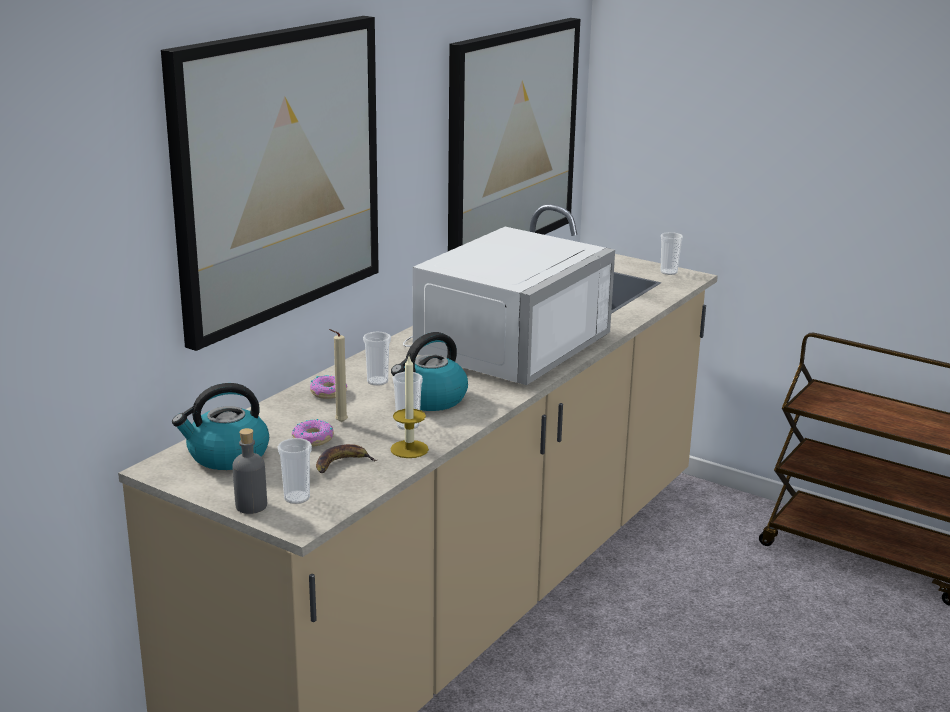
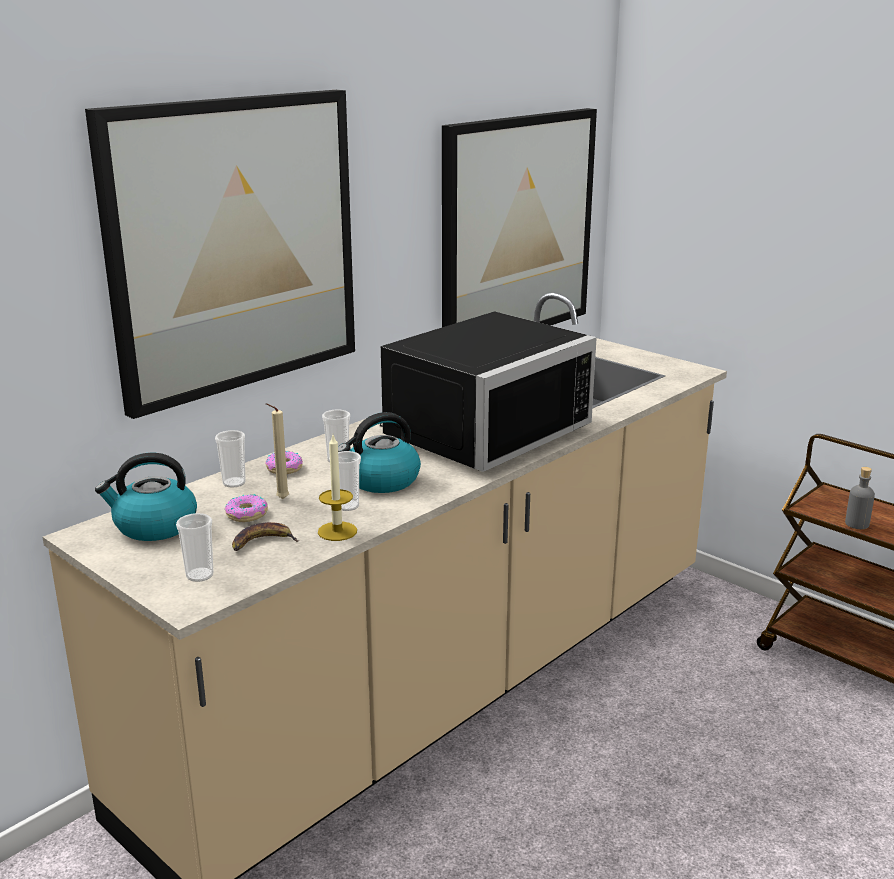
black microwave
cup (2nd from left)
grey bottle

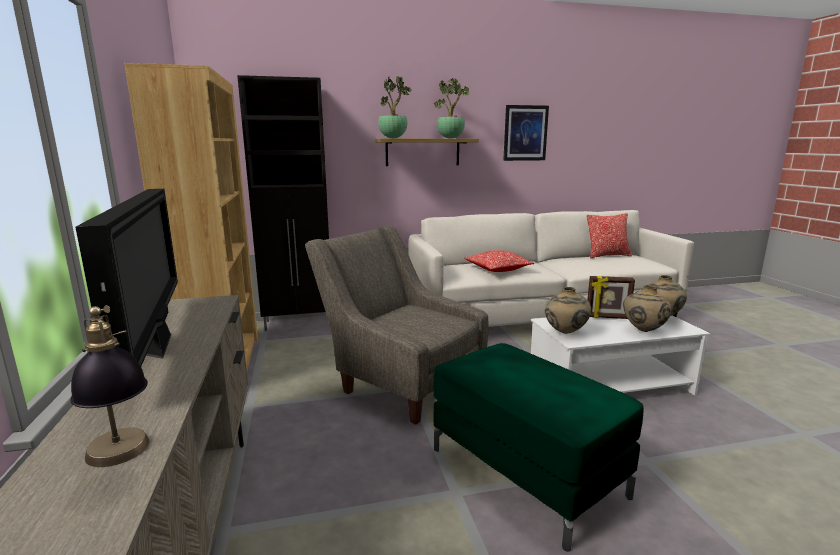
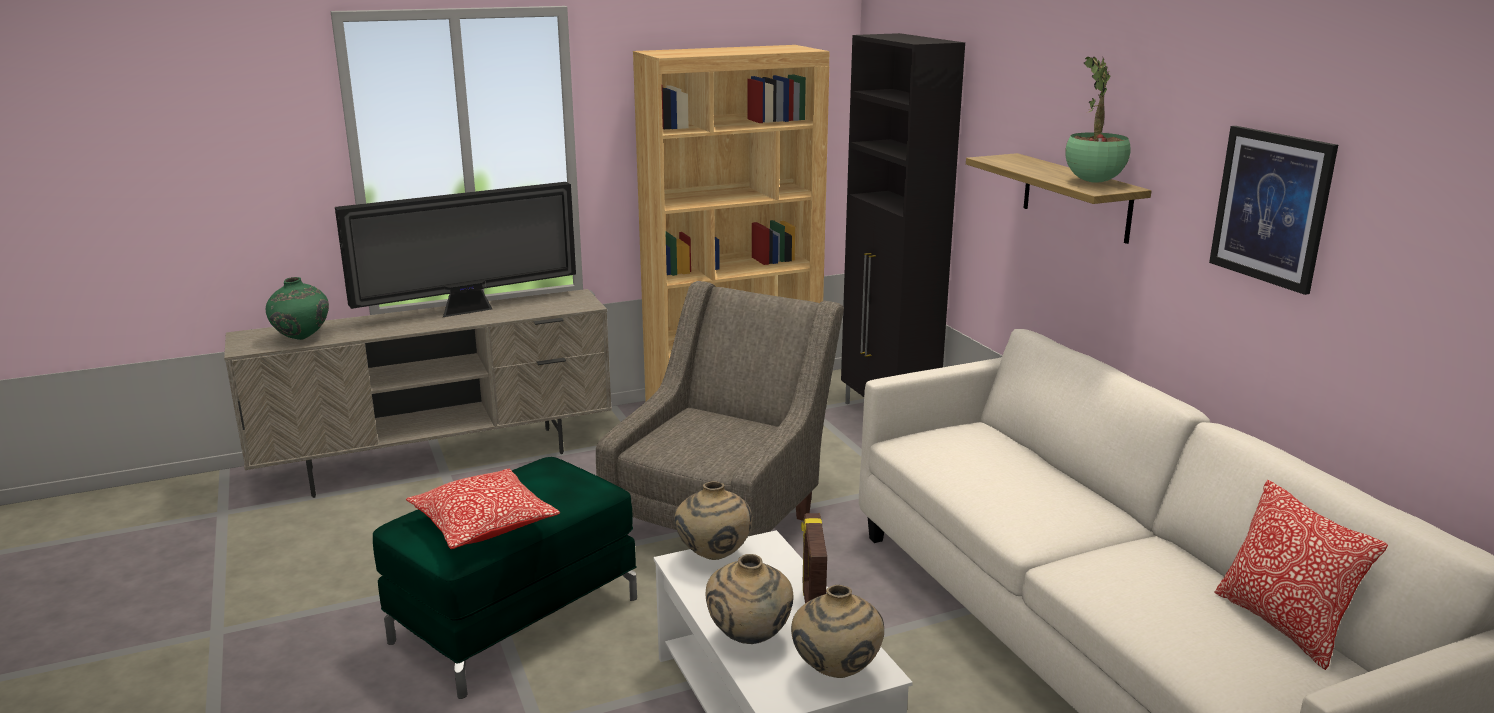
potted plant (1st from left in the first image)
pillow (1st from left)
green vase

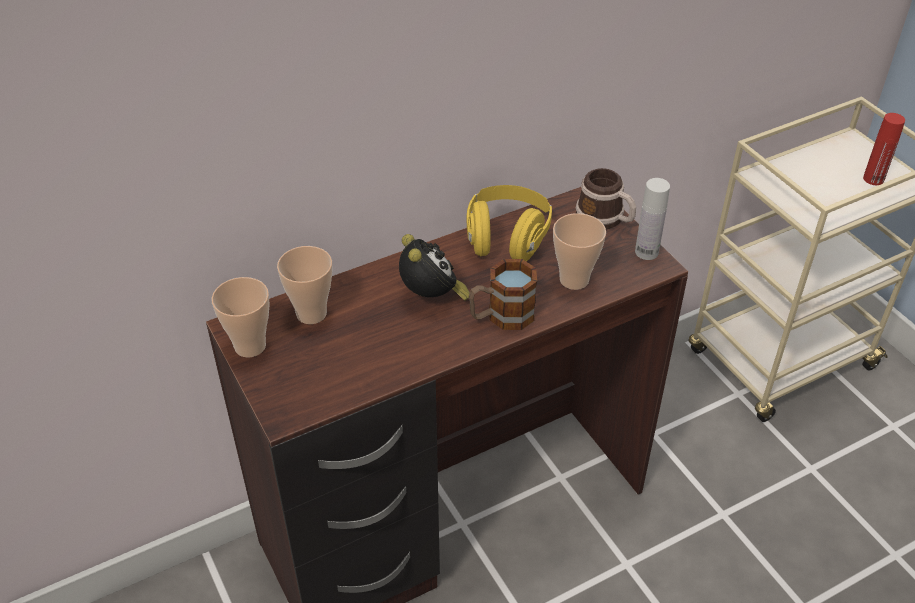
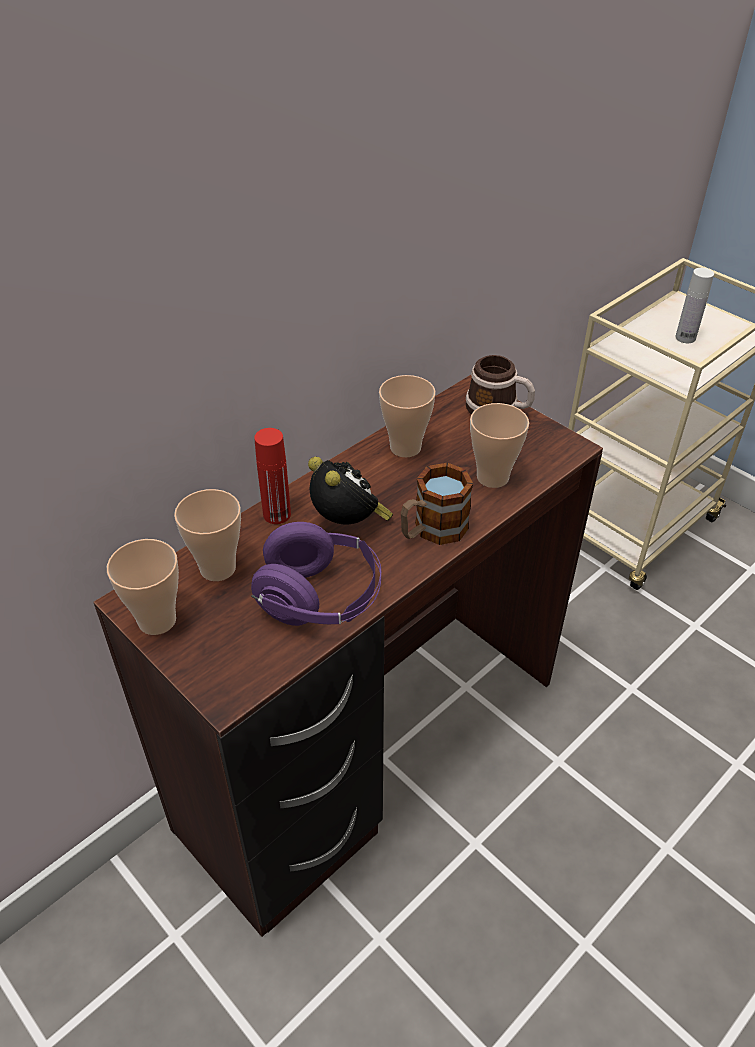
red bottle
white bottle
cup (3rd from left)
purple headphones

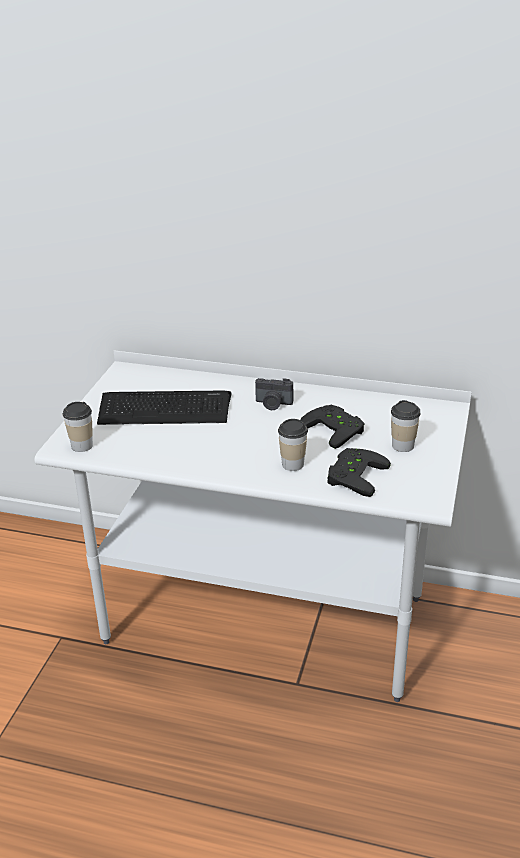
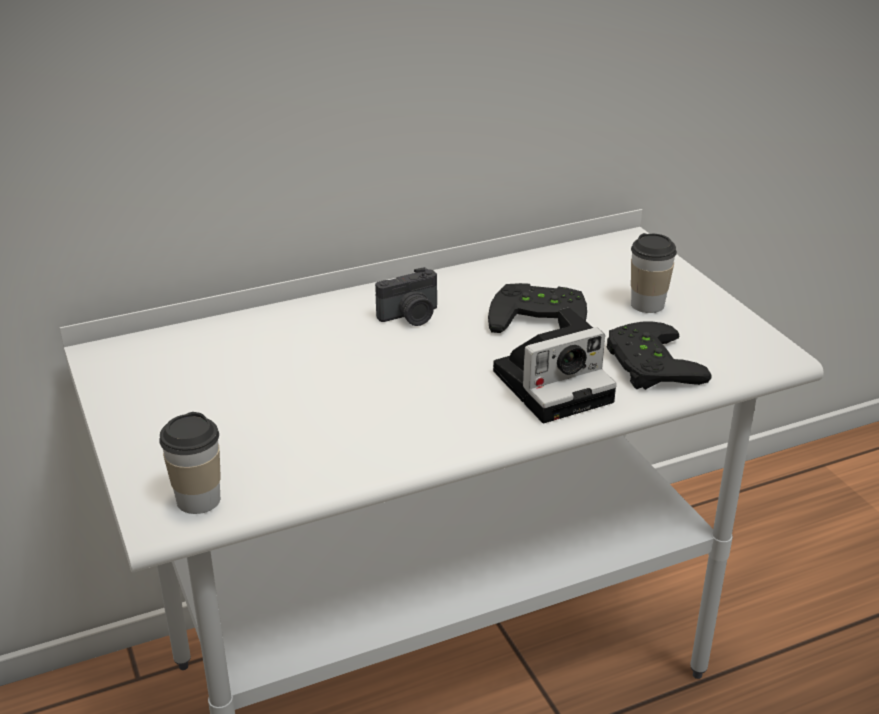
keyboard
photo camera (2nd from left)

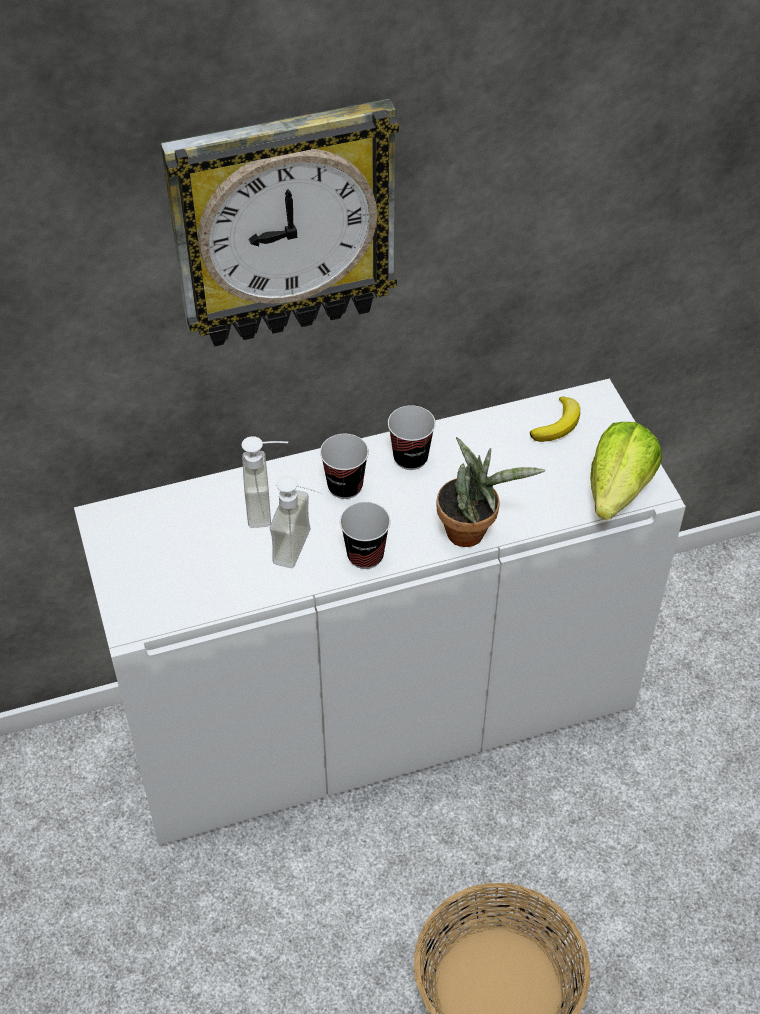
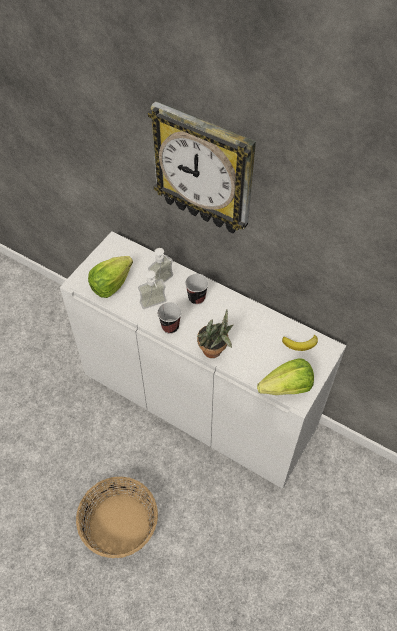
cup (3rd from left in the first image)
lettuce (1st from left)

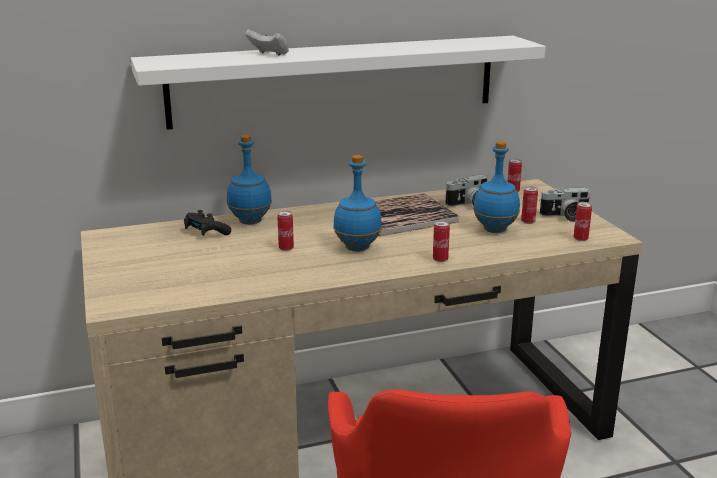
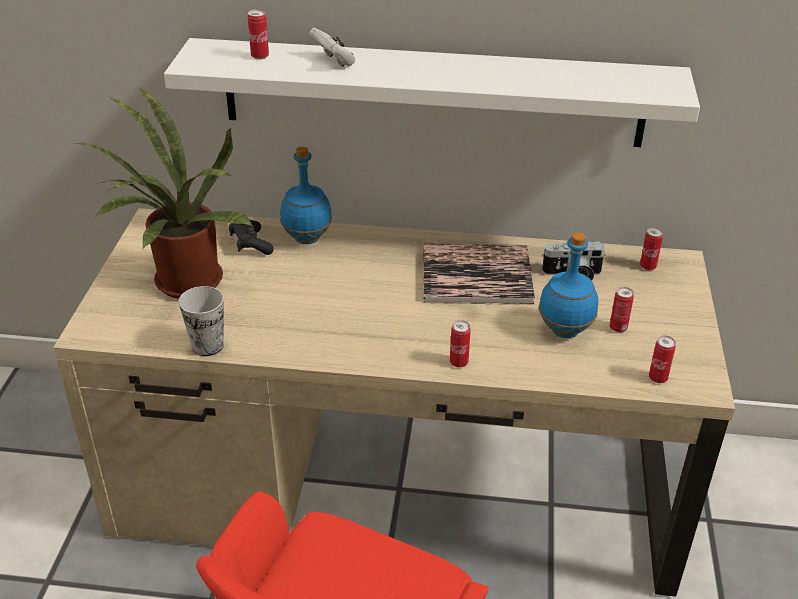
blue bottle (2nd from left in the first image)
photo camera (2nd from left in the first image)
can (1st from left)
potted plant
cup

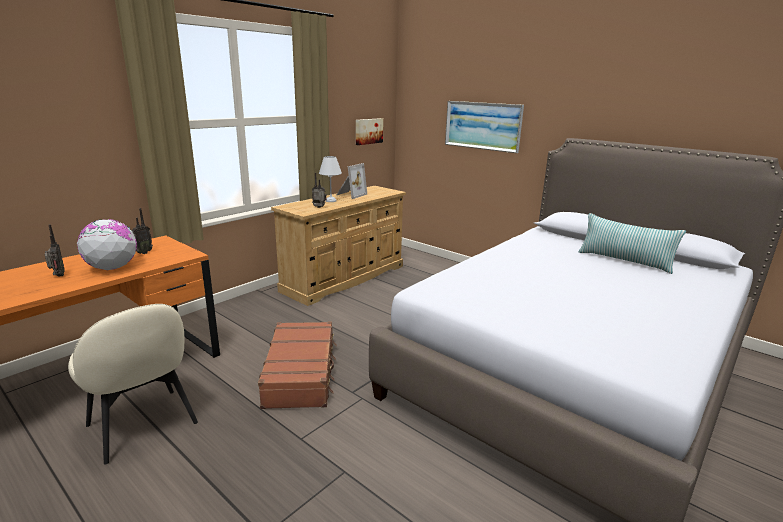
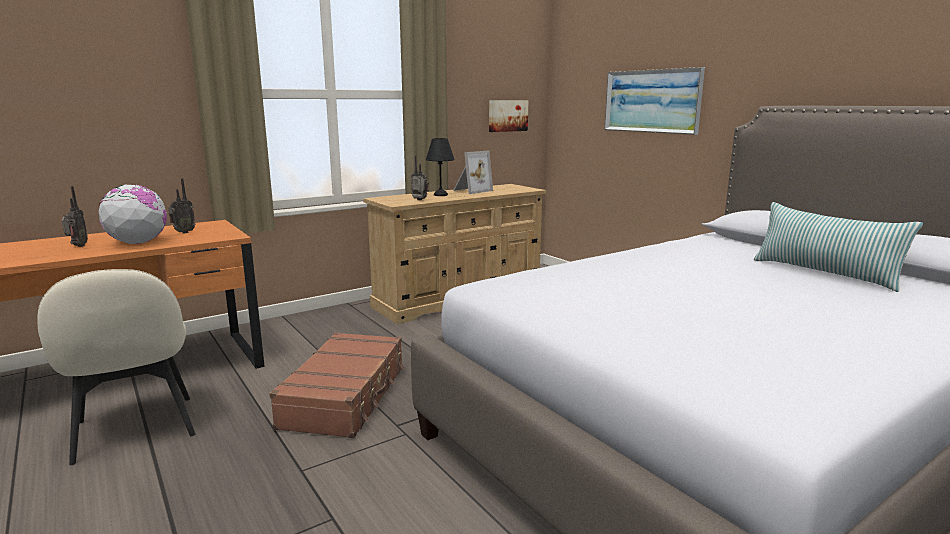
black table lamp

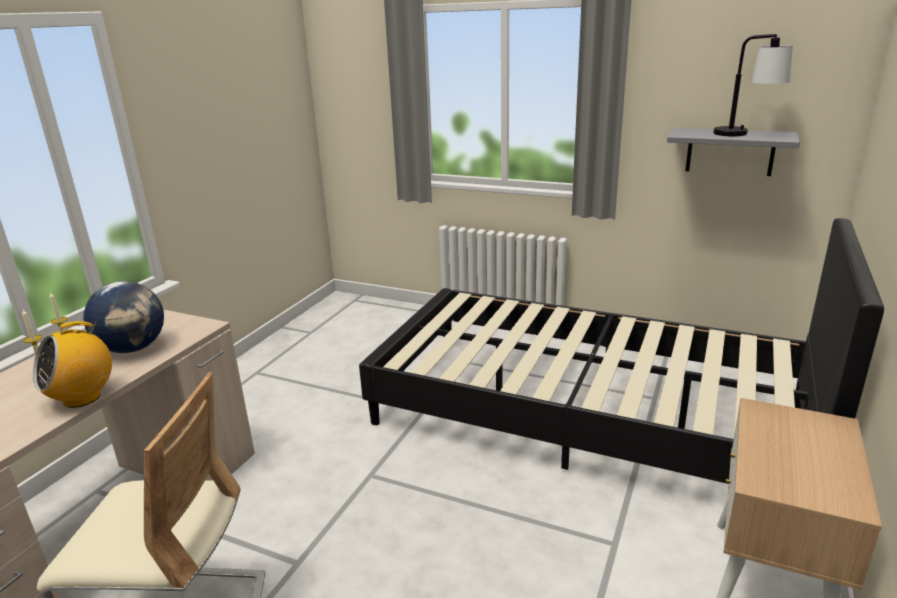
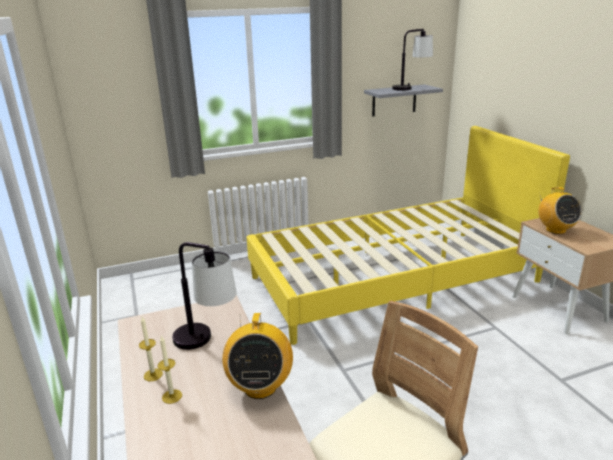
yellow bed
table lamp (1st from left)
radio (2nd from left)

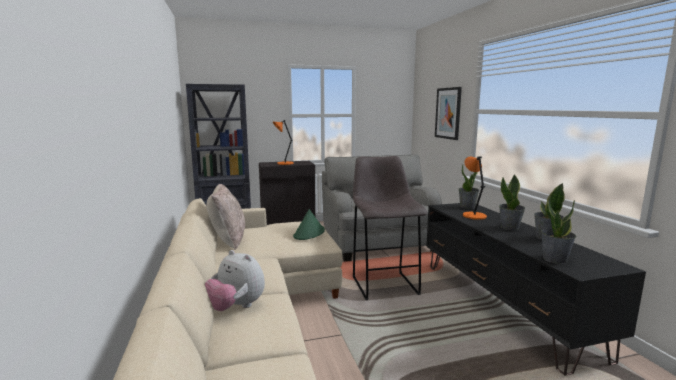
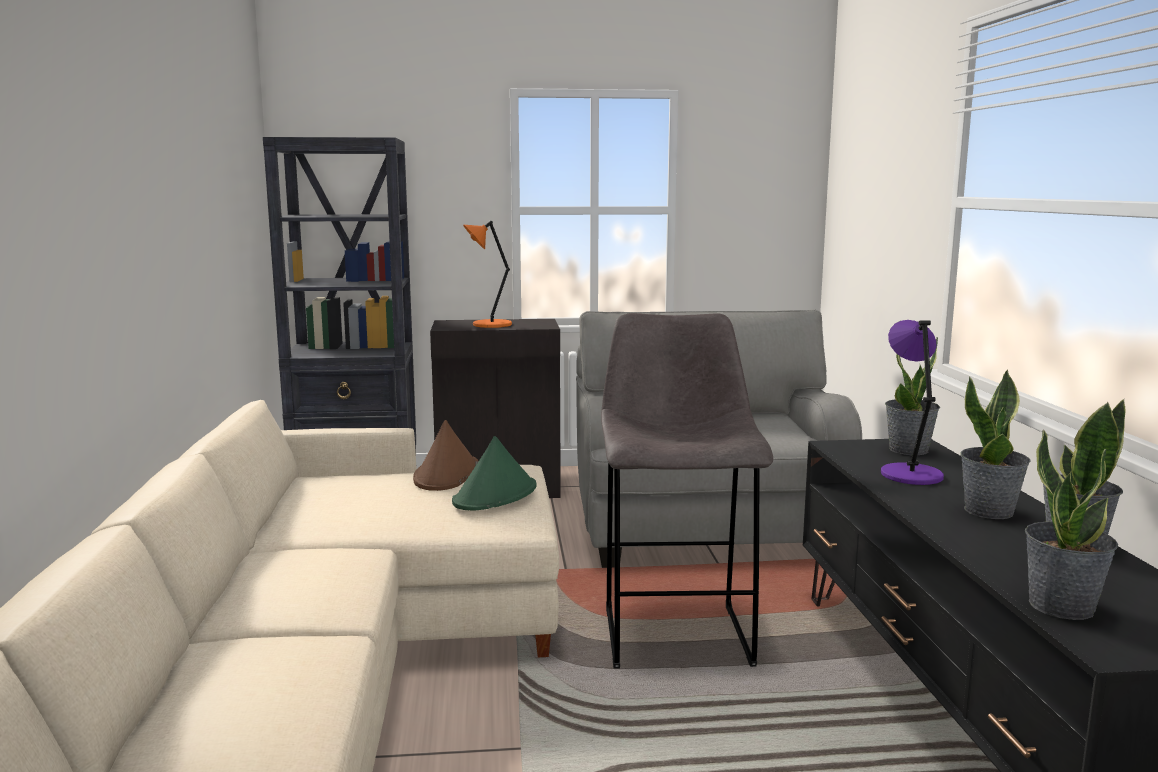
picture
purple table lamp
beige pillow
plush toy
brown hat

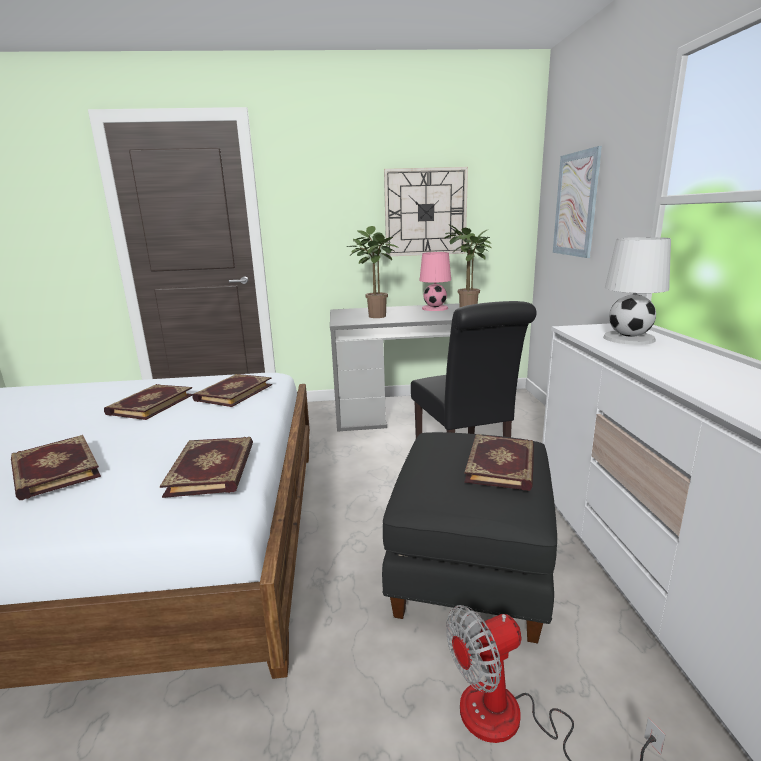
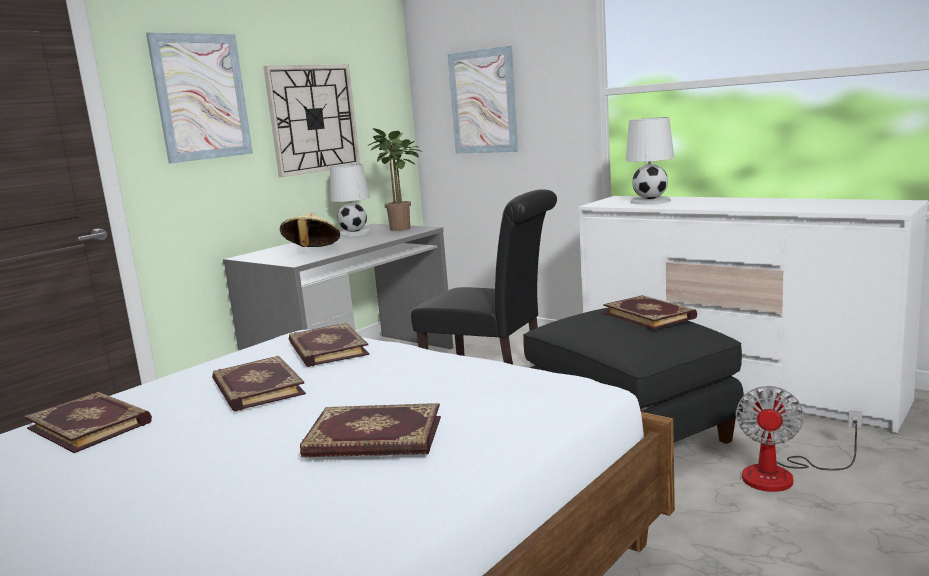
beige hat
white table lamp (1st from left)
book (1st from left)
picture (1st from left)

